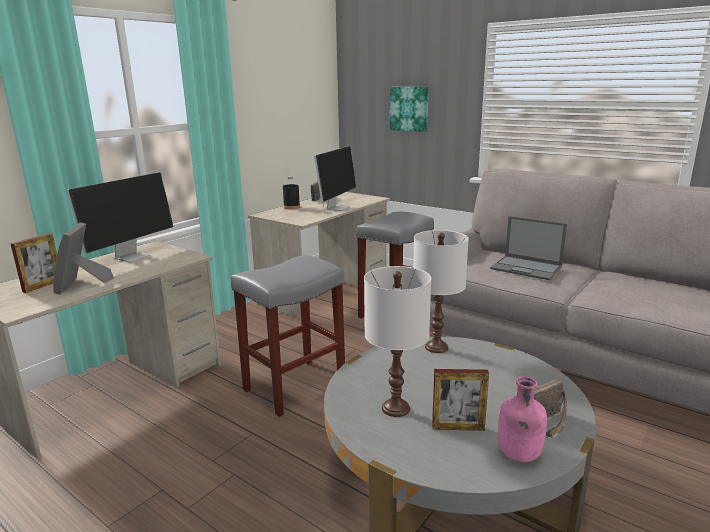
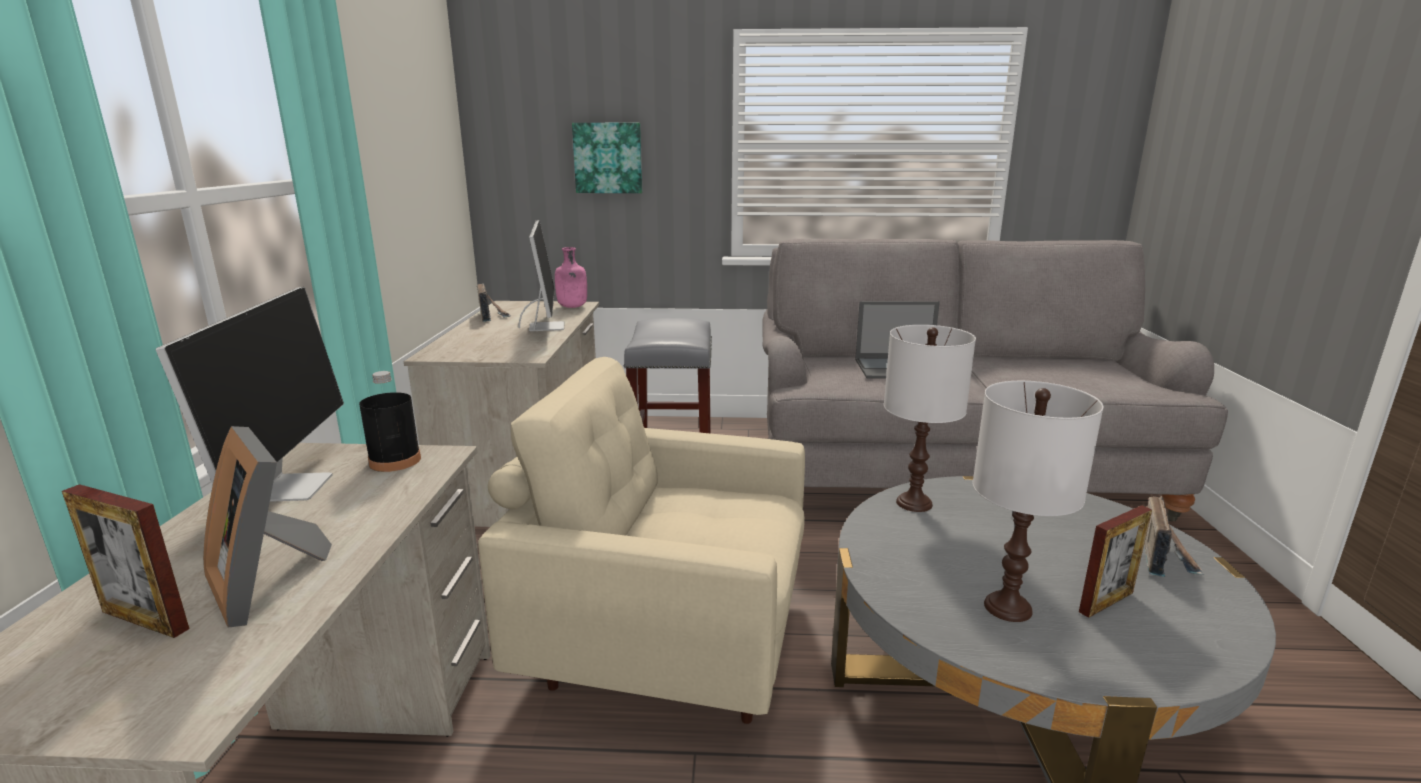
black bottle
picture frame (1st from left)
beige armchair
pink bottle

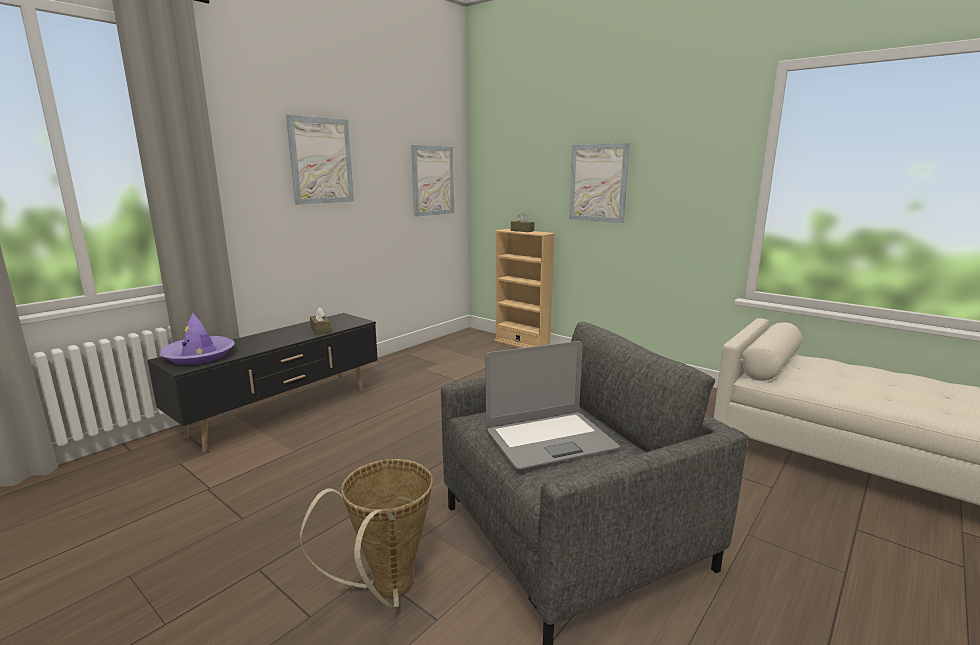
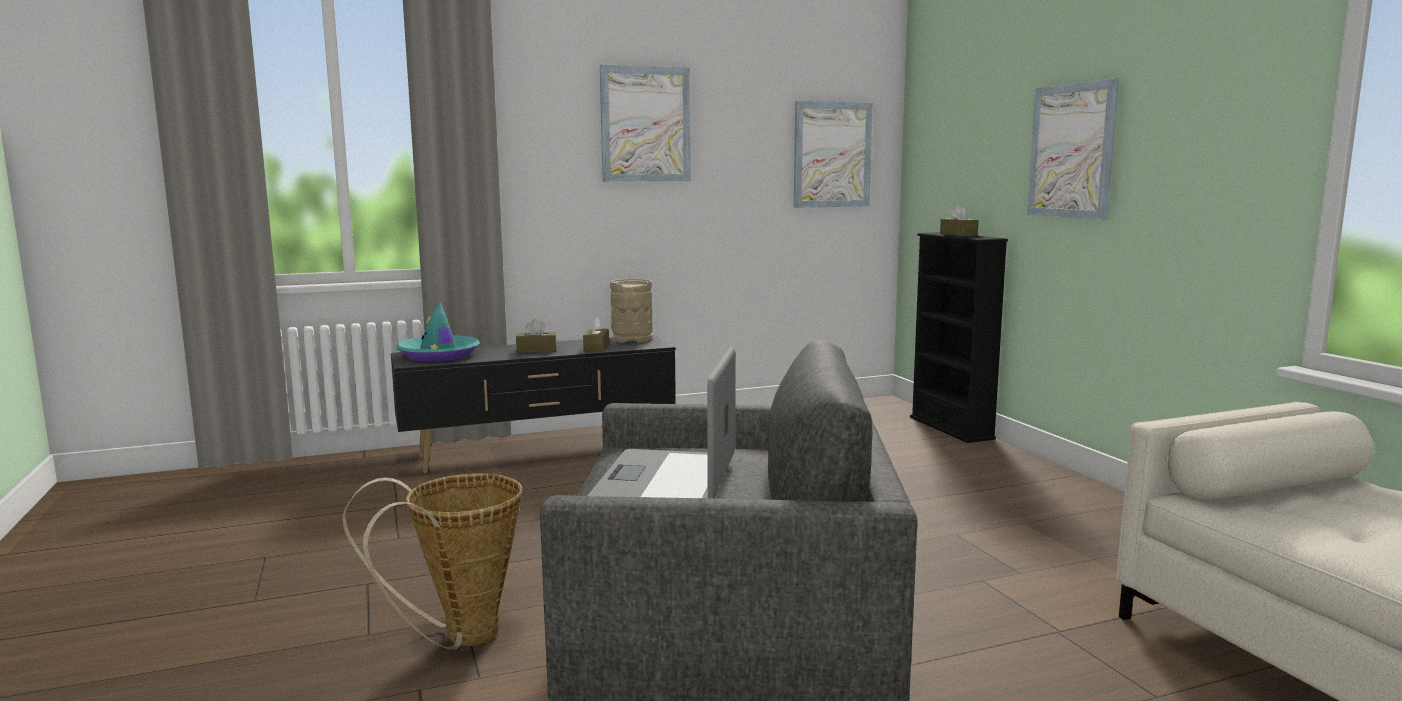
black bookcase
turquoise hat
laptop
beige vase
brown tissue box (1st from left)

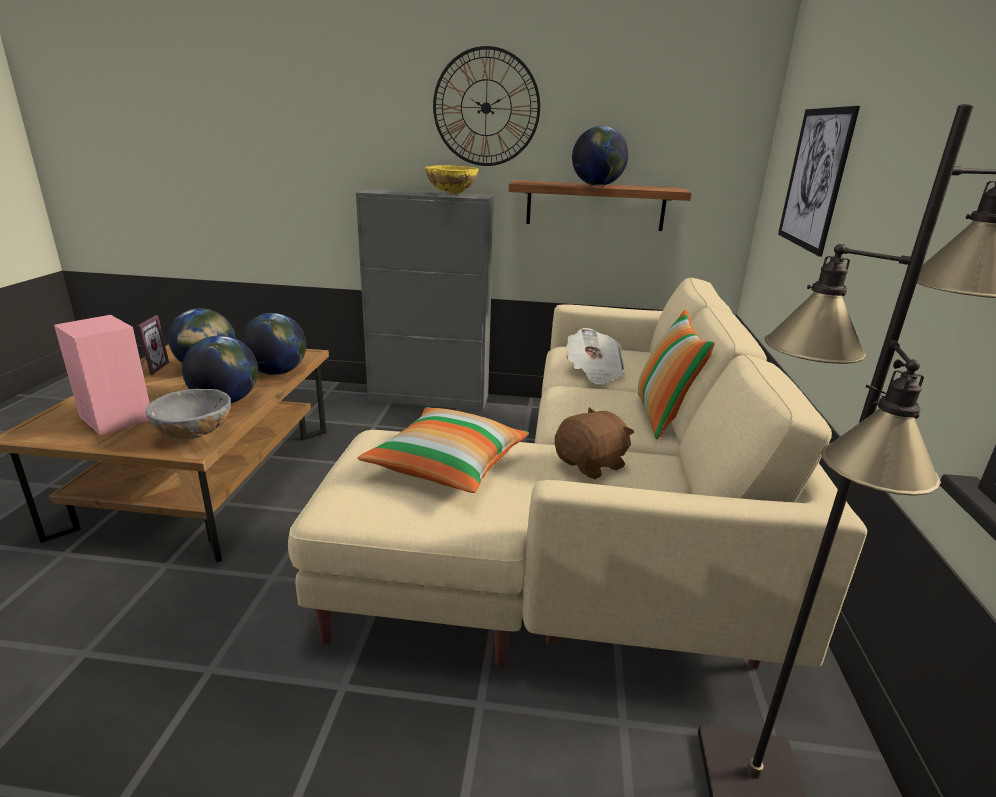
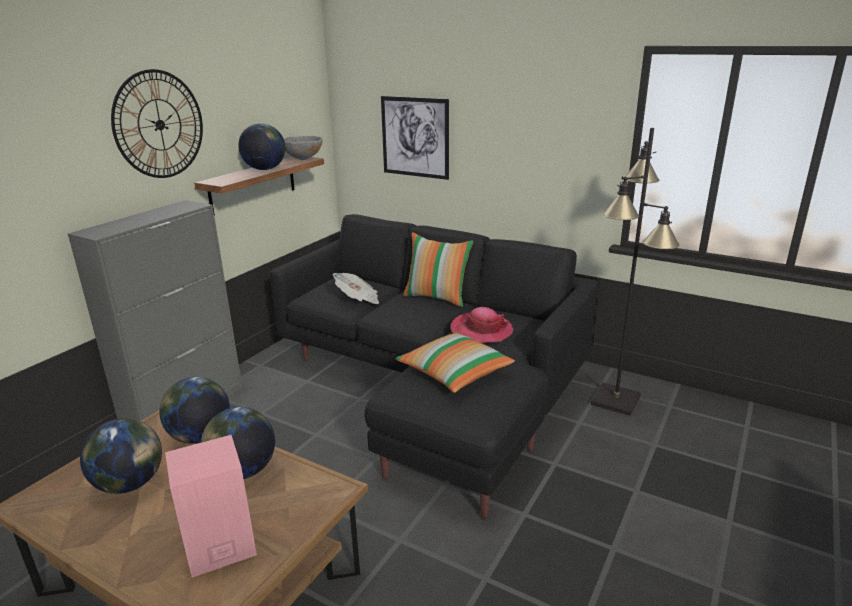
yellow bowl
black sofa
picture frame
grey bowl
hat

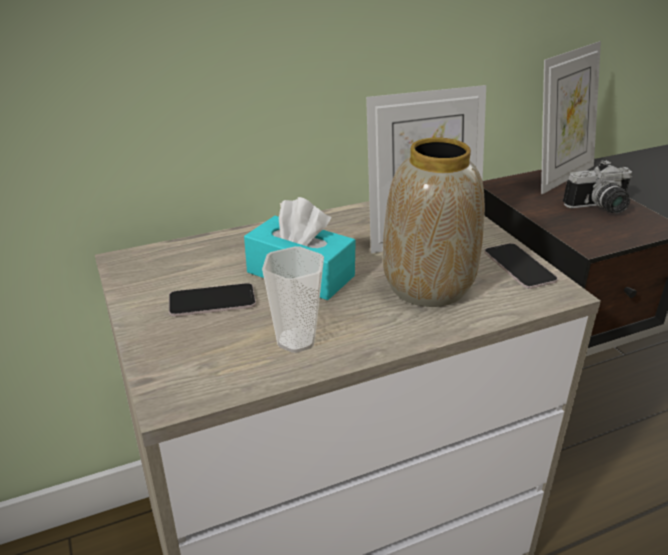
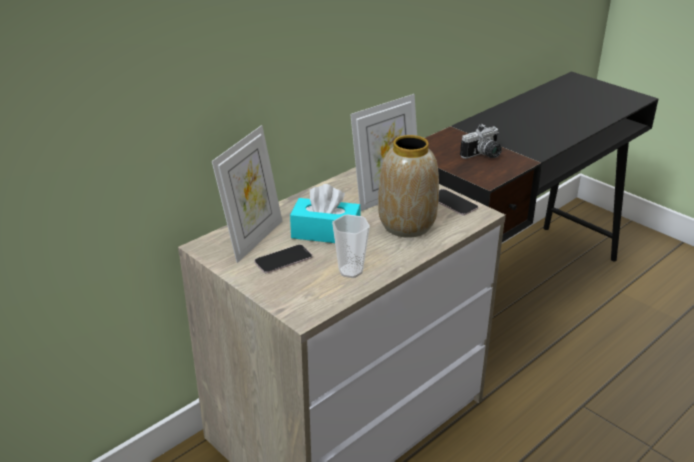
picture frame (1st from left)

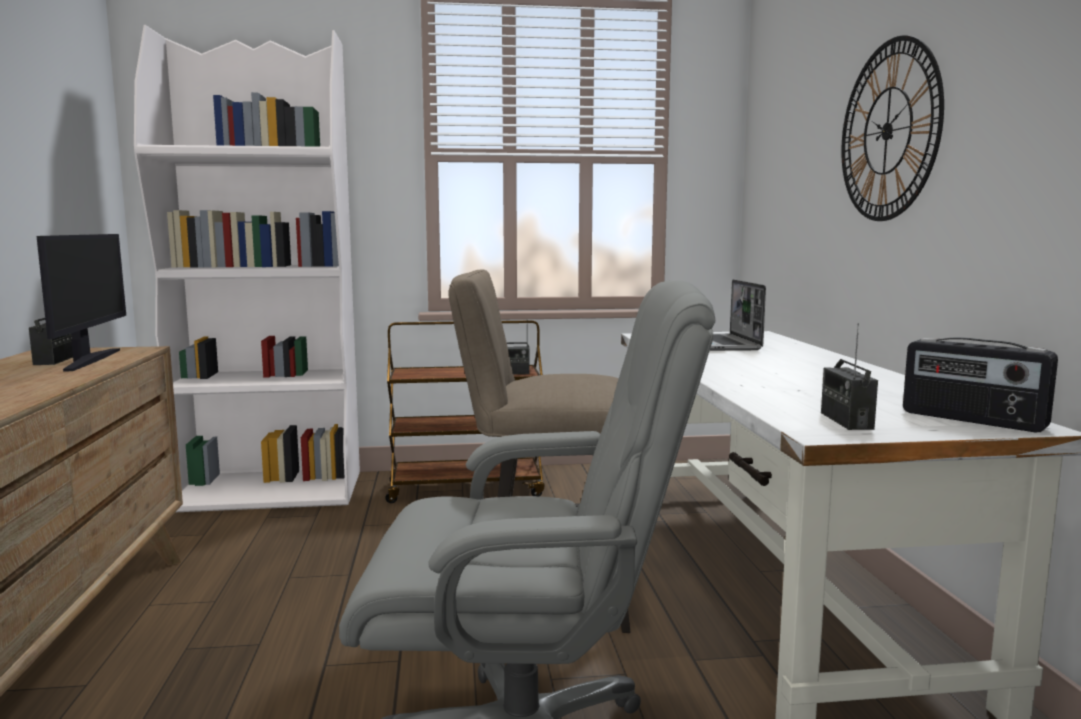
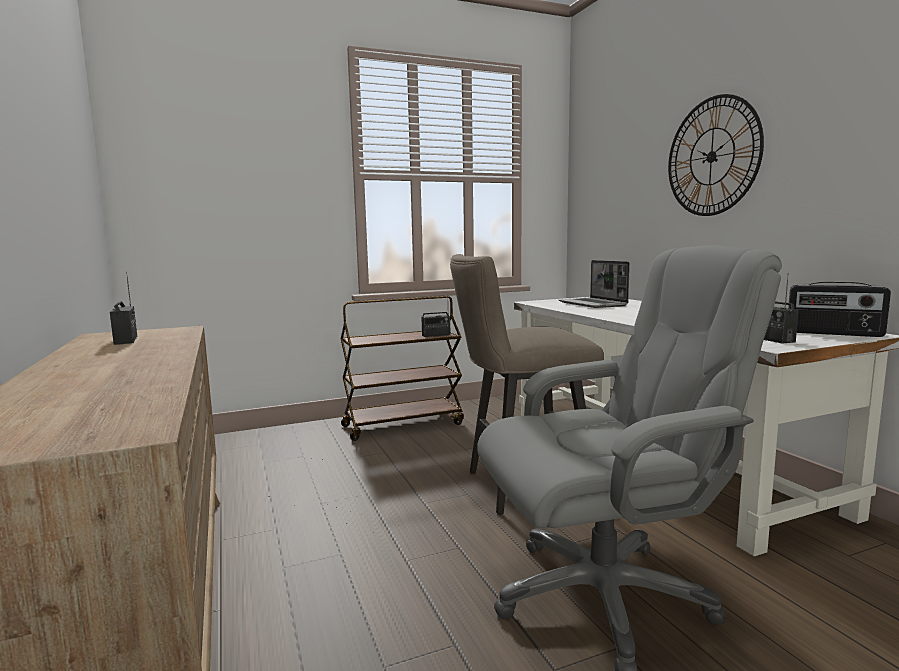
white bookcase
monitor

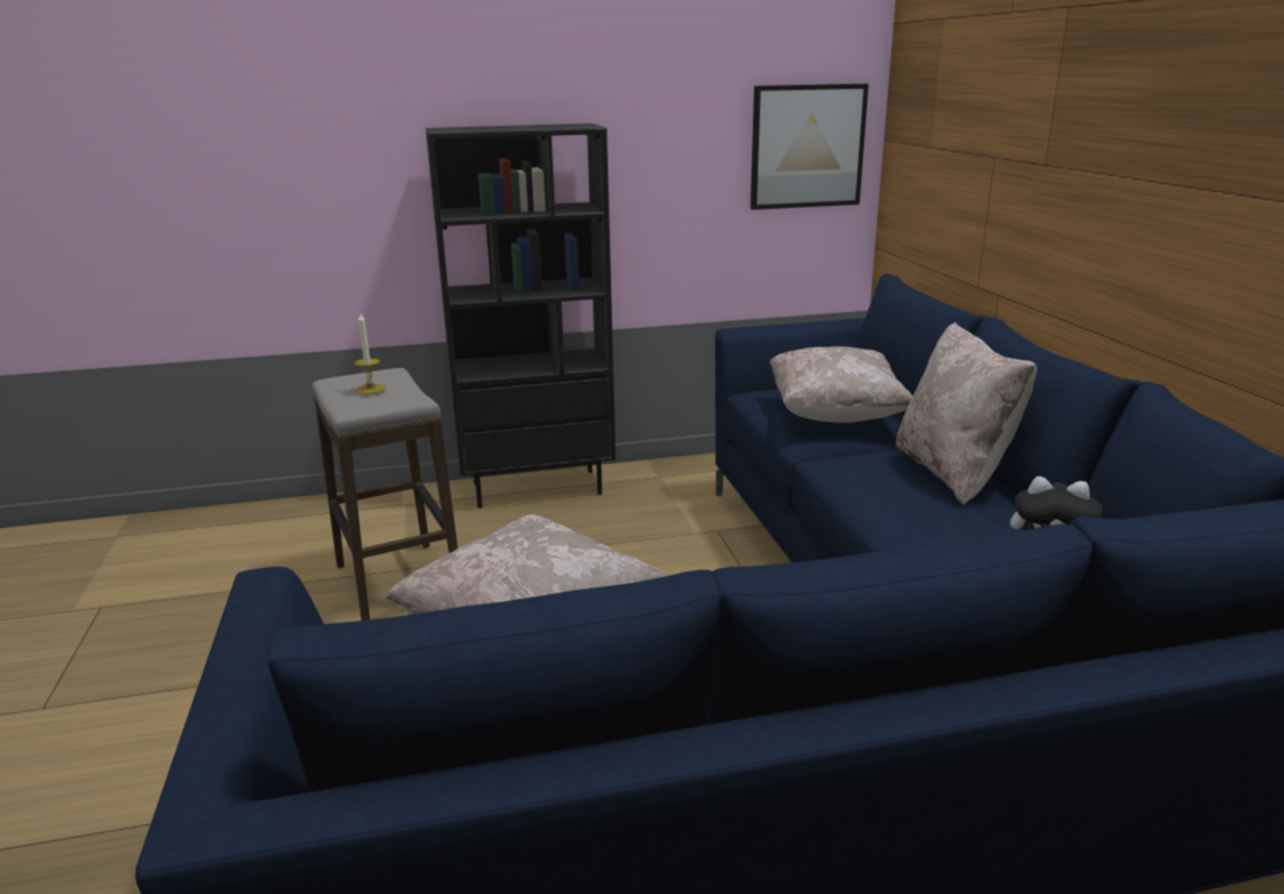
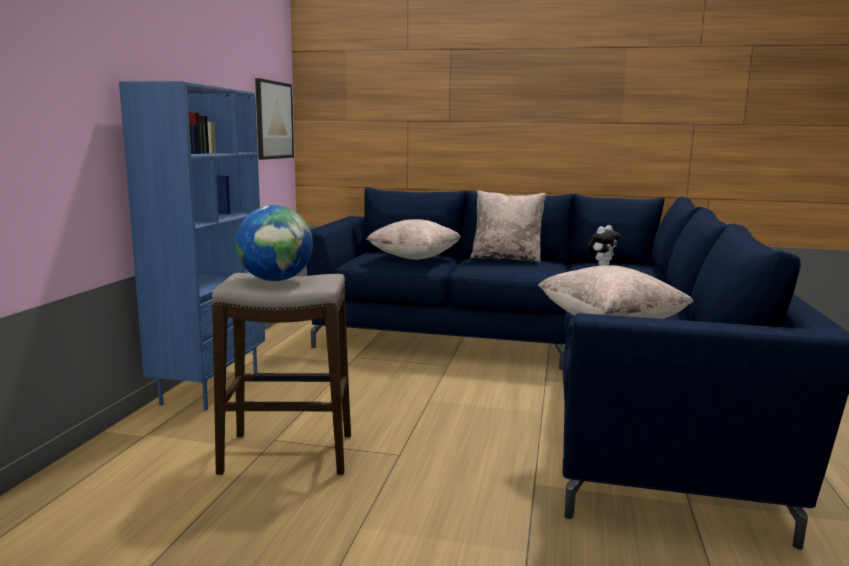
blue bookcase
globe

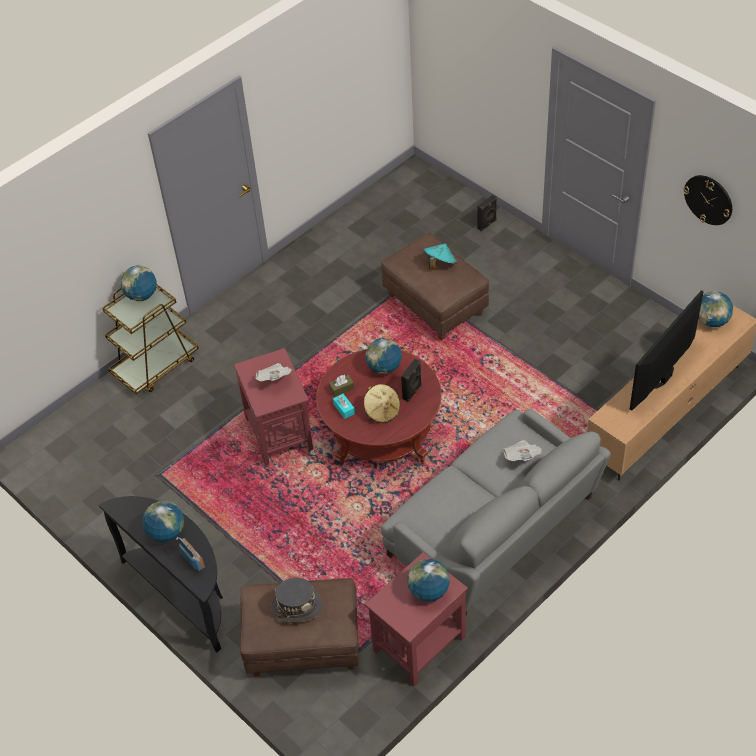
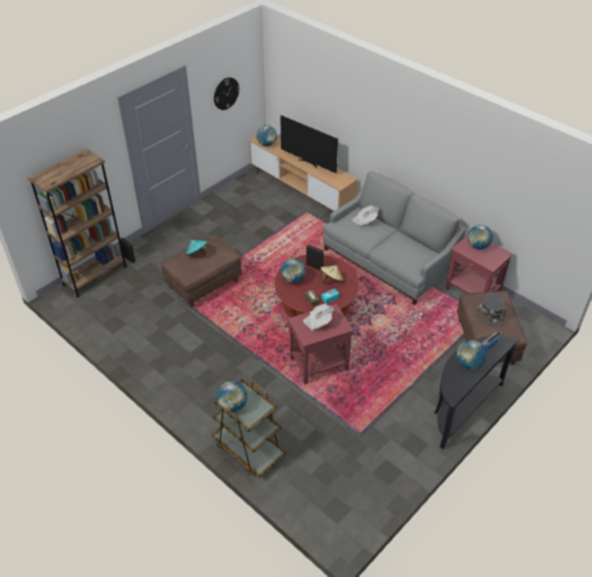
brown bookcase

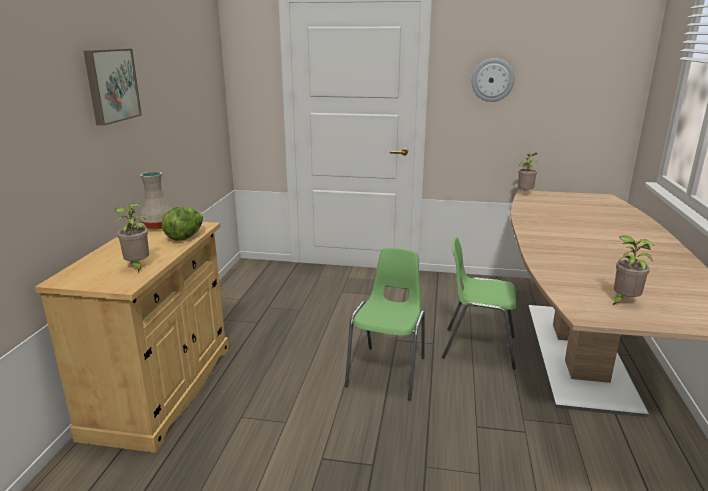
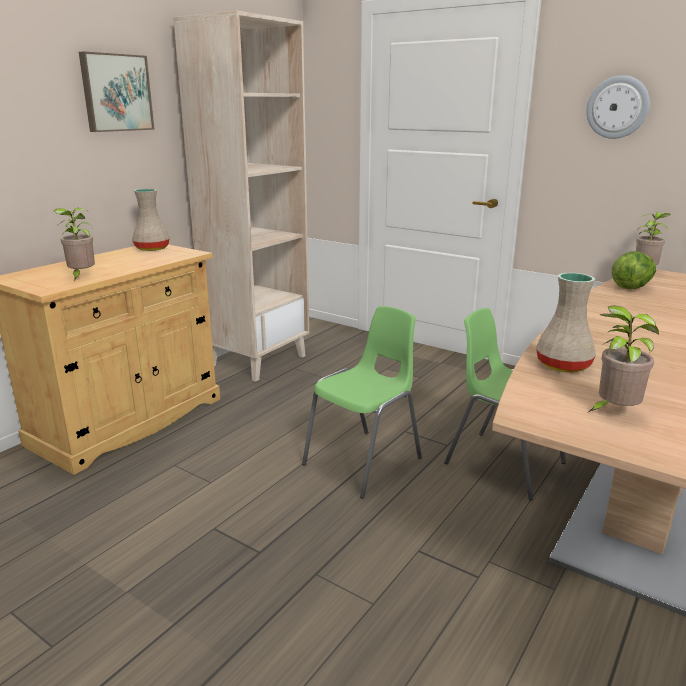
lettuce
beige bookcase
beige vase (2nd from left)

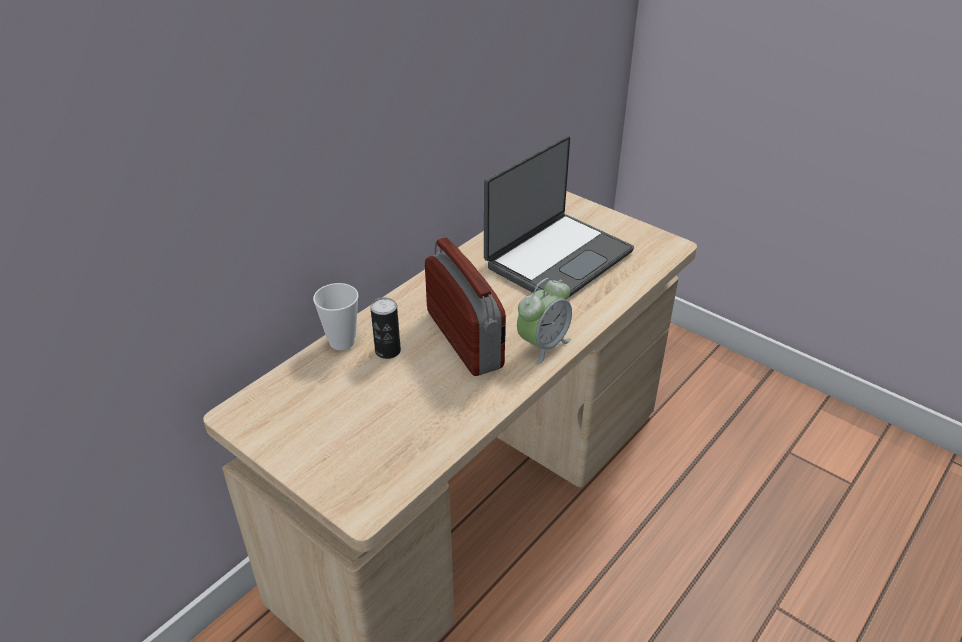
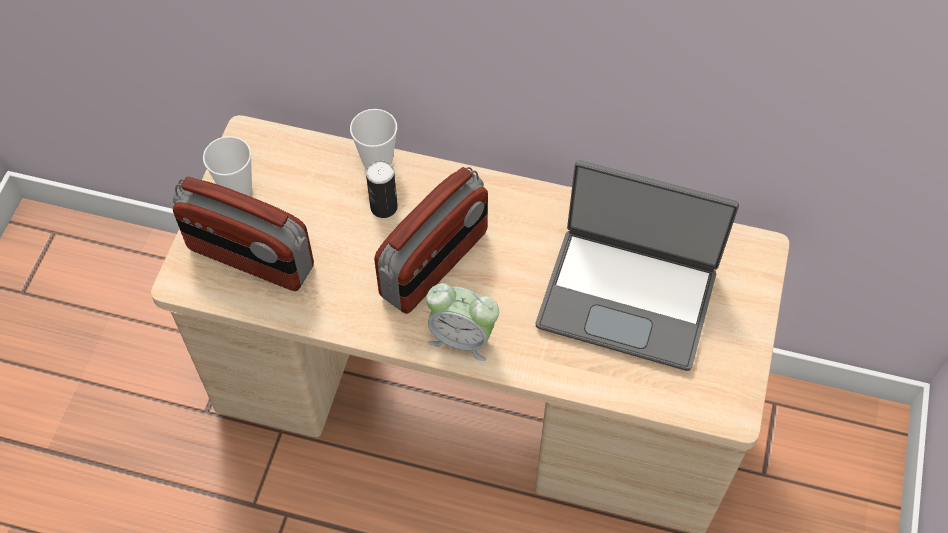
cup (1st from left)
radio (1st from left)

